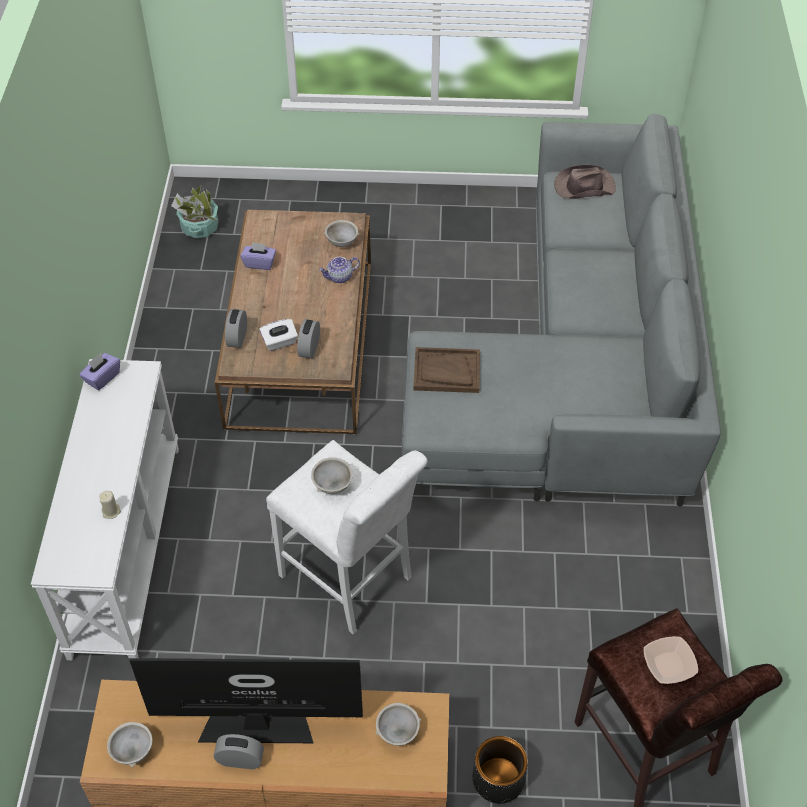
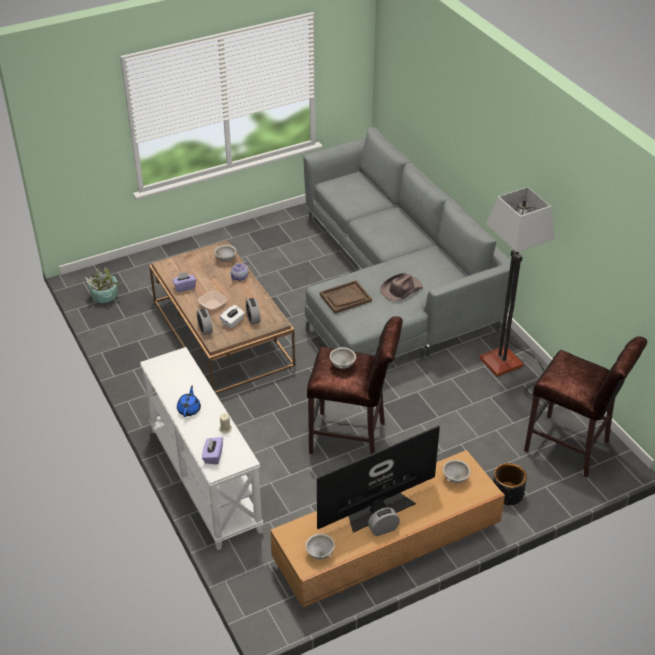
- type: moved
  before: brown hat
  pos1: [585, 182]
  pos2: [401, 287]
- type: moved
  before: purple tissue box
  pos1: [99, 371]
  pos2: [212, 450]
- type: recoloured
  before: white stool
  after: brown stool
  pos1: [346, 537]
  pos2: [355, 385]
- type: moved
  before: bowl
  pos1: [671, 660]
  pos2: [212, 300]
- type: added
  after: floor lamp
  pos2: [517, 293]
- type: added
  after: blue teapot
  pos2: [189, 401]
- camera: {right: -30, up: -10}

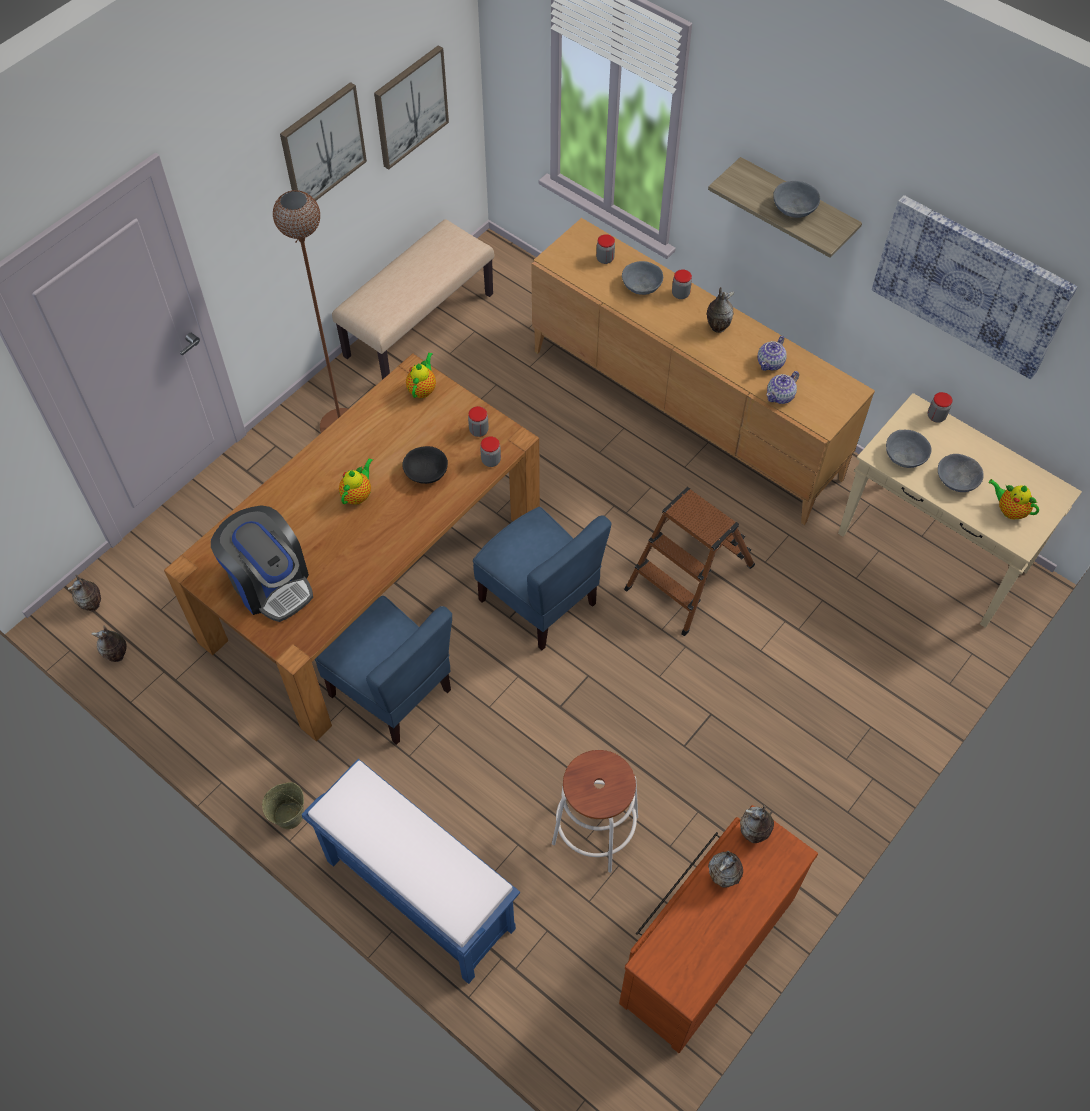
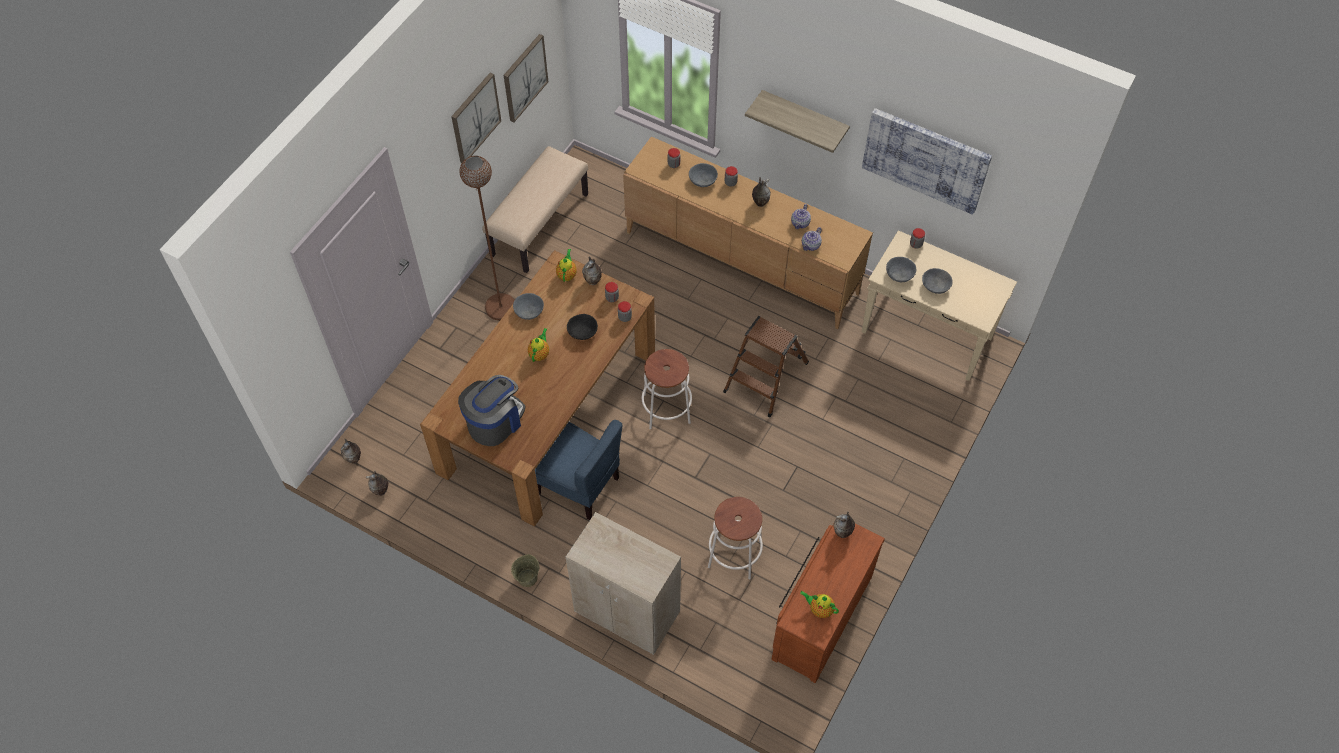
- type: moved
  before: grey bowl
  pos1: [796, 199]
  pos2: [528, 306]
- type: moved
  before: teapot
  pos1: [1013, 499]
  pos2: [819, 604]
- type: turned
  before: coffee machine
  pos1: [262, 563]
  pos2: [491, 410]
  turn: -90
- type: replaced
  before: blue chair
  after: white stool
  pos1: [542, 578]
  pos2: [667, 389]
- type: replaced
  before: blue bench
  after: beige cabinet
  pos1: [410, 871]
  pos2: [623, 583]
- type: moved
  before: vase
  pos1: [725, 869]
  pos2: [592, 270]
- camera: {right: -10, up: 0}

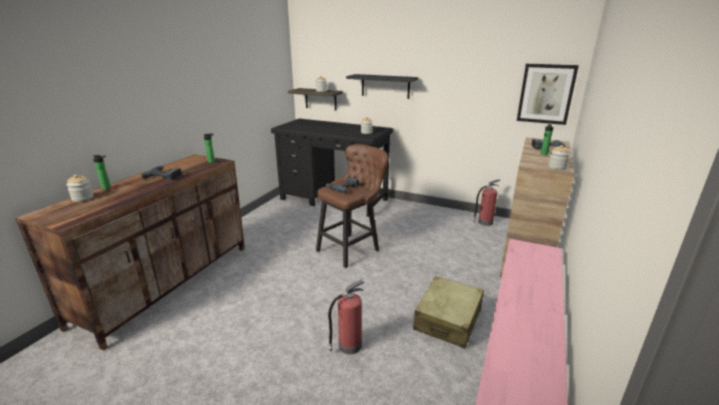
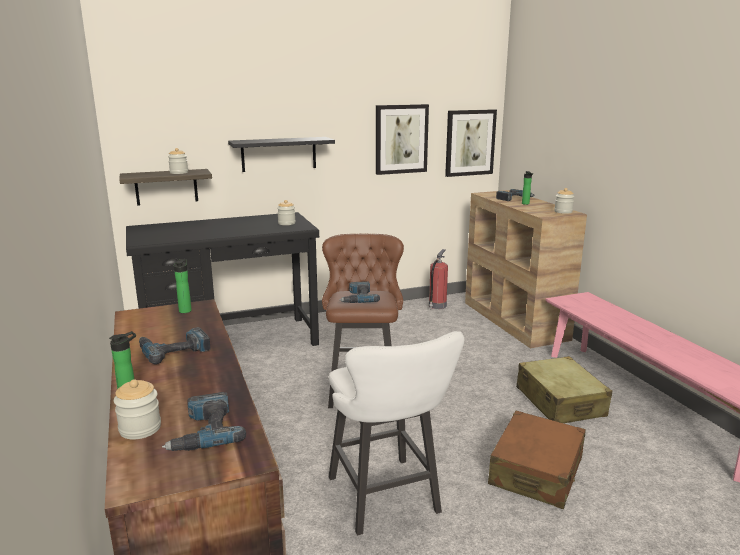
- type: replaced
  before: fire extinguisher
  after: brown suitcase
  pos1: [346, 317]
  pos2: [537, 460]
- type: added
  after: picture
  pos2: [402, 139]
- type: added
  after: white stool
  pos2: [396, 433]
- type: added
  after: power drill
  pos2: [204, 421]
- camera: {right: -45, up: -5}

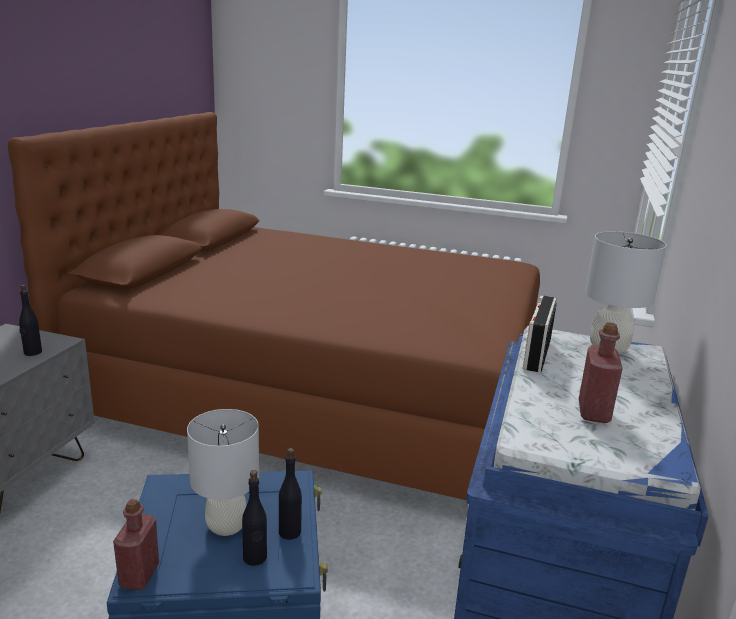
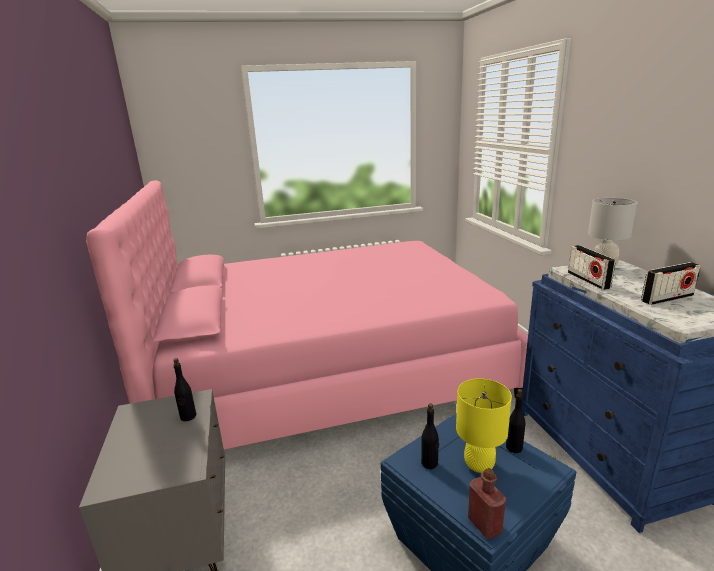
- type: recoloured
  before: brown bed
  after: pink bed
  pos1: [274, 306]
  pos2: [307, 314]
- type: replaced
  before: red bottle
  after: radio
  pos1: [601, 372]
  pos2: [671, 283]
- type: recoloured
  before: grey table lamp
  after: yellow table lamp
  pos1: [223, 472]
  pos2: [484, 425]
- type: moved
  before: black bottle
  pos1: [254, 518]
  pos2: [430, 436]
- camera: {right: -30, up: 0}

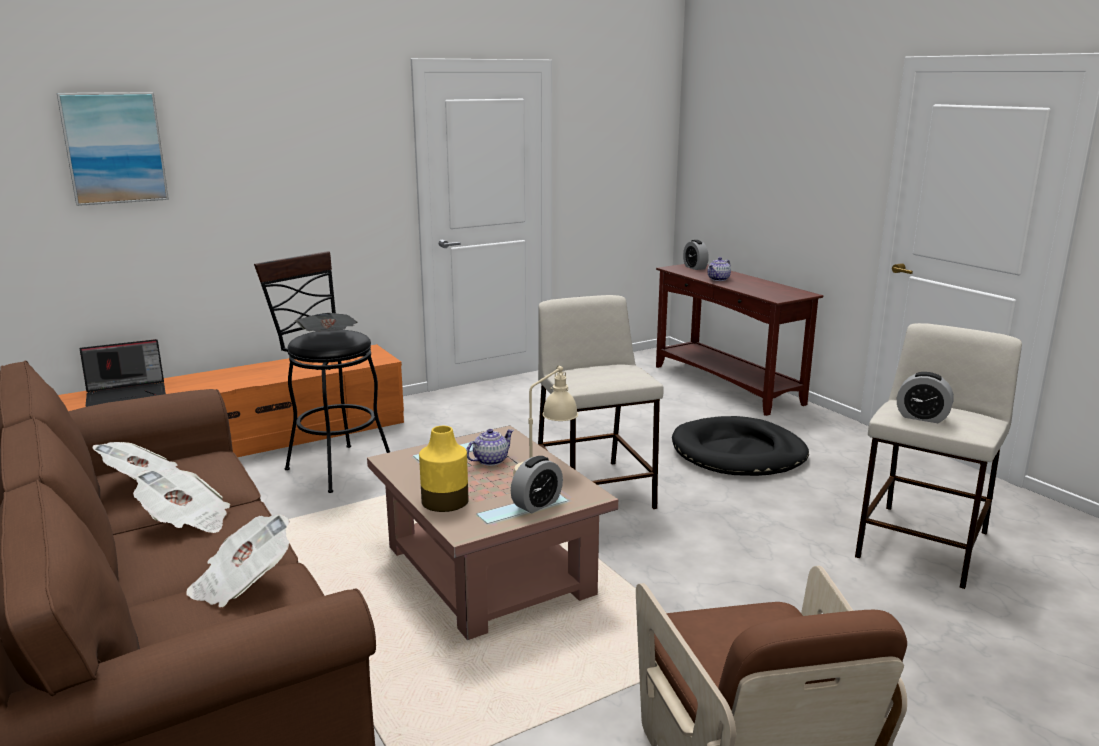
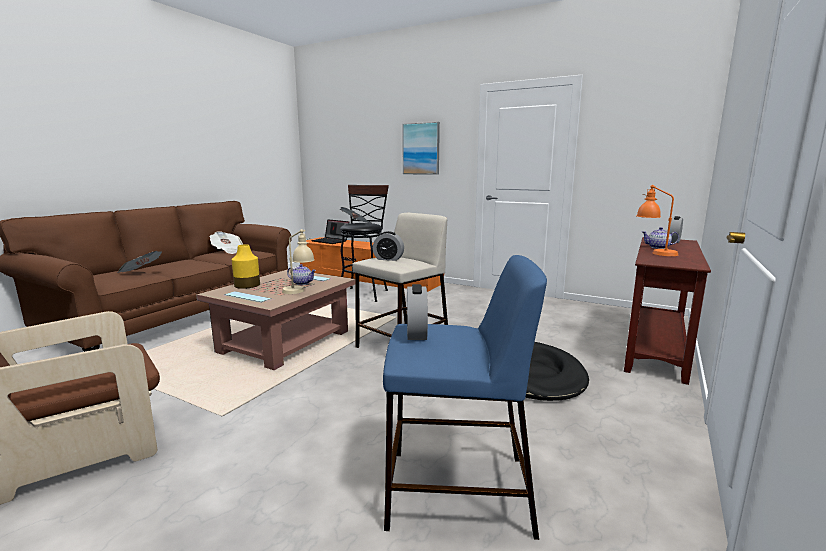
- type: moved
  before: picture
  pos1: [113, 149]
  pos2: [421, 148]
- type: recoloured
  before: beige stool
  after: blue stool
  pos1: [938, 456]
  pos2: [465, 397]
- type: moved
  before: alarm clock
  pos1: [537, 484]
  pos2: [388, 246]
- type: removed
  before: newspaper
  pos1: [181, 501]
- type: added
  after: orange table lamp
  pos2: [657, 220]
- camera: {right: 60, up: -5}

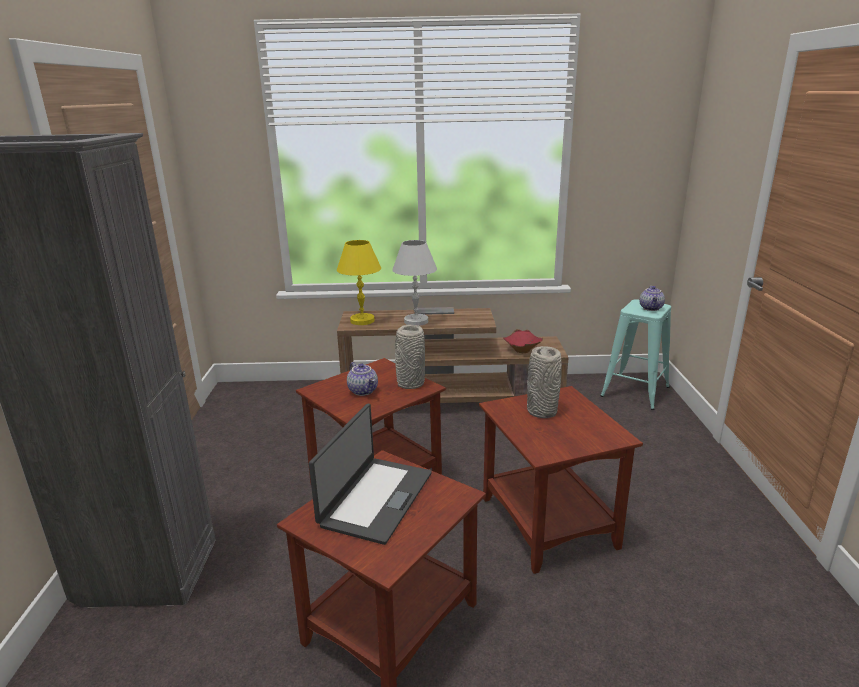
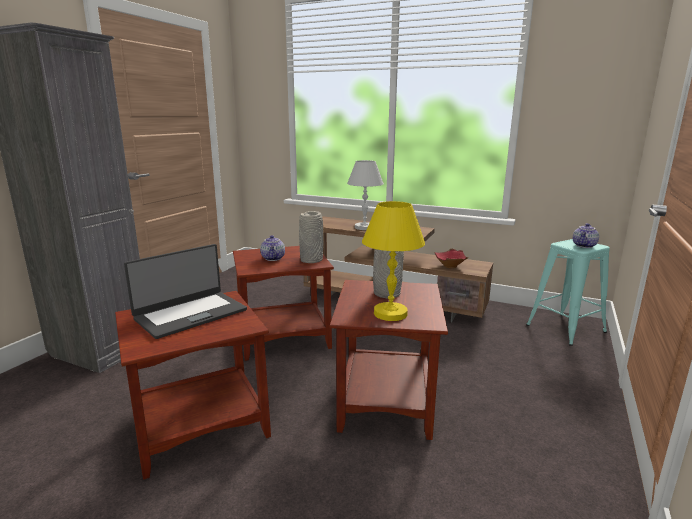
- type: moved
  before: yellow table lamp
  pos1: [359, 282]
  pos2: [393, 261]
- camera: {right: 25, up: -5}

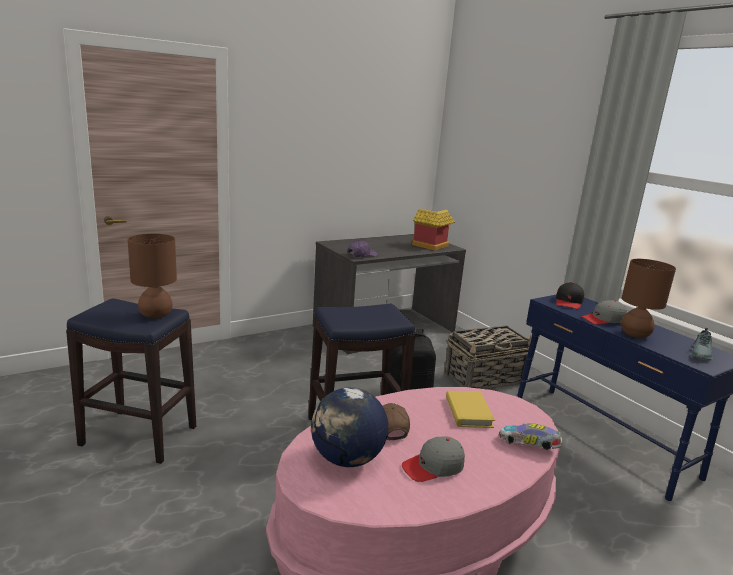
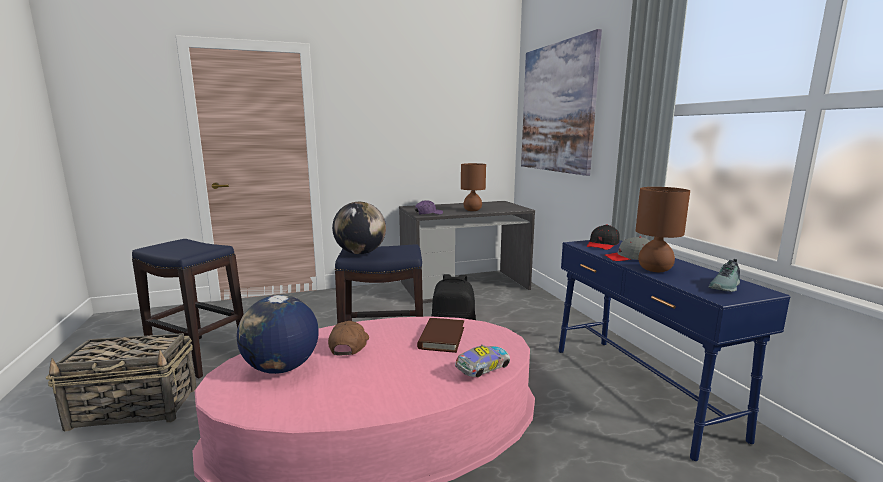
- type: removed
  before: toy house
  pos1: [433, 229]
- type: moved
  before: brown table lamp
  pos1: [152, 275]
  pos2: [473, 187]
- type: moved
  before: basket
  pos1: [488, 357]
  pos2: [121, 382]
- type: recoloured
  before: yellow book
  after: brown book
  pos1: [470, 409]
  pos2: [440, 335]
- type: turned
  before: toy car
  pos1: [530, 436]
  pos2: [482, 361]
  turn: 105
- type: removed
  before: grey cap
  pos1: [433, 459]
- type: added
  after: picture
  pos2: [561, 102]
- type: added
  after: globe
  pos2: [359, 228]
- camera: {right: 15, up: -5}

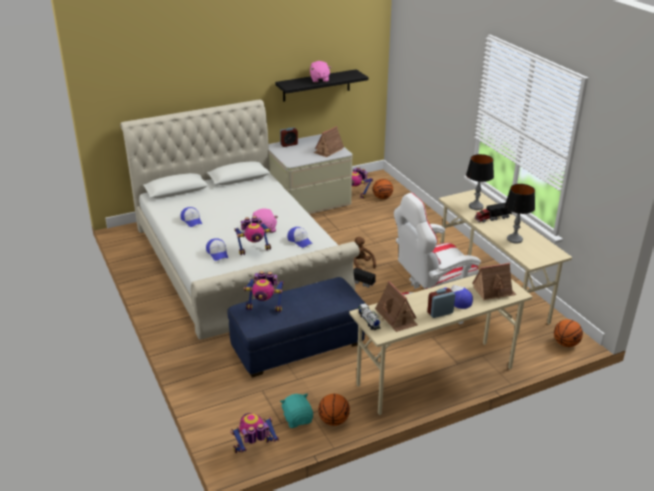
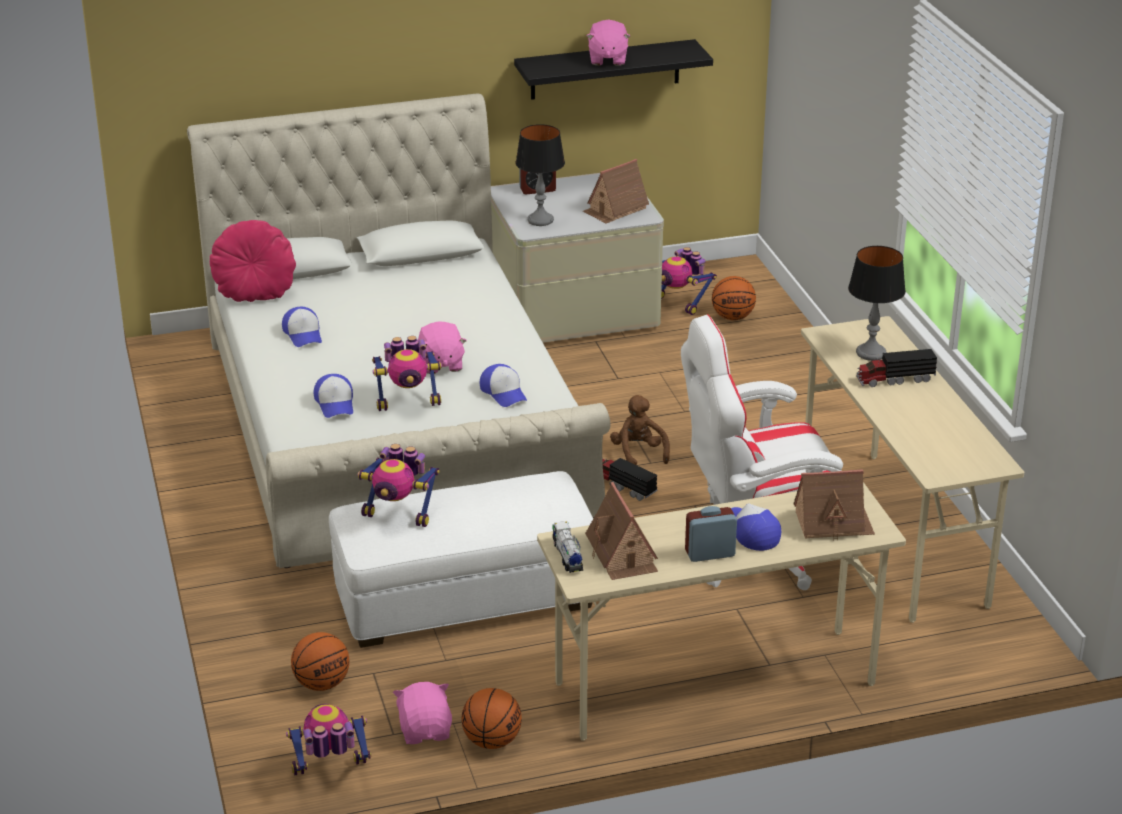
- type: moved
  before: table lamp
  pos1: [520, 213]
  pos2: [540, 175]
- type: recoloured
  before: blue ottoman
  after: white ottoman
  pos1: [296, 327]
  pos2: [461, 559]
- type: moved
  before: basketball
  pos1: [568, 333]
  pos2: [320, 661]
- type: recoloured
  before: turquoise plush toy
  after: pink plush toy
  pos1: [296, 410]
  pos2: [422, 713]
- type: added
  after: pink pillow
  pos2: [253, 261]
- camera: {right: 10, up: 0}

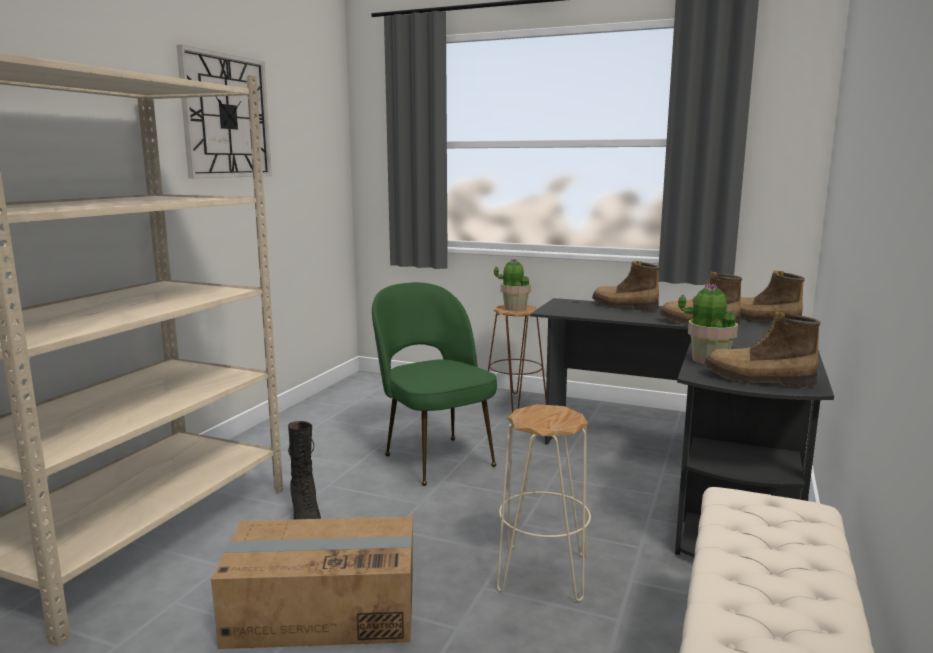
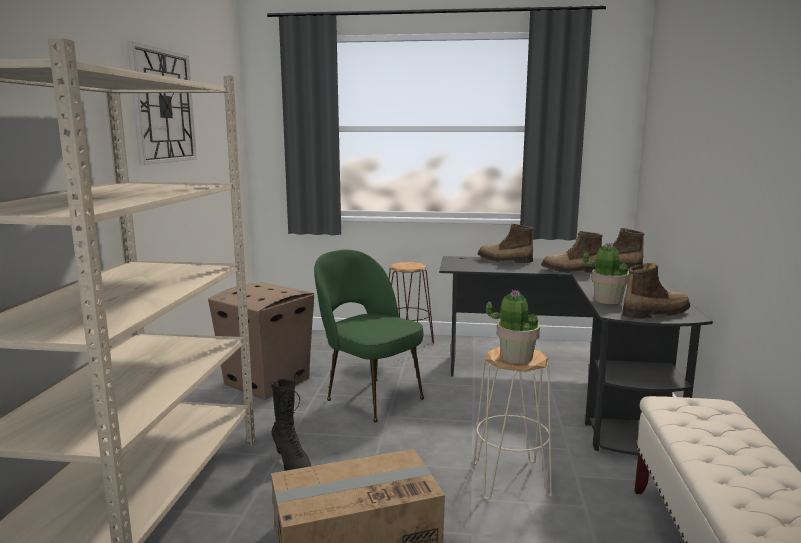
- type: moved
  before: potted plant
  pos1: [512, 284]
  pos2: [513, 327]
- type: turned
  before: boot
  pos1: [762, 349]
  pos2: [656, 291]
  turn: 150
- type: added
  after: cardboard box
  pos2: [261, 341]
- camera: {right: -15, up: 0}

